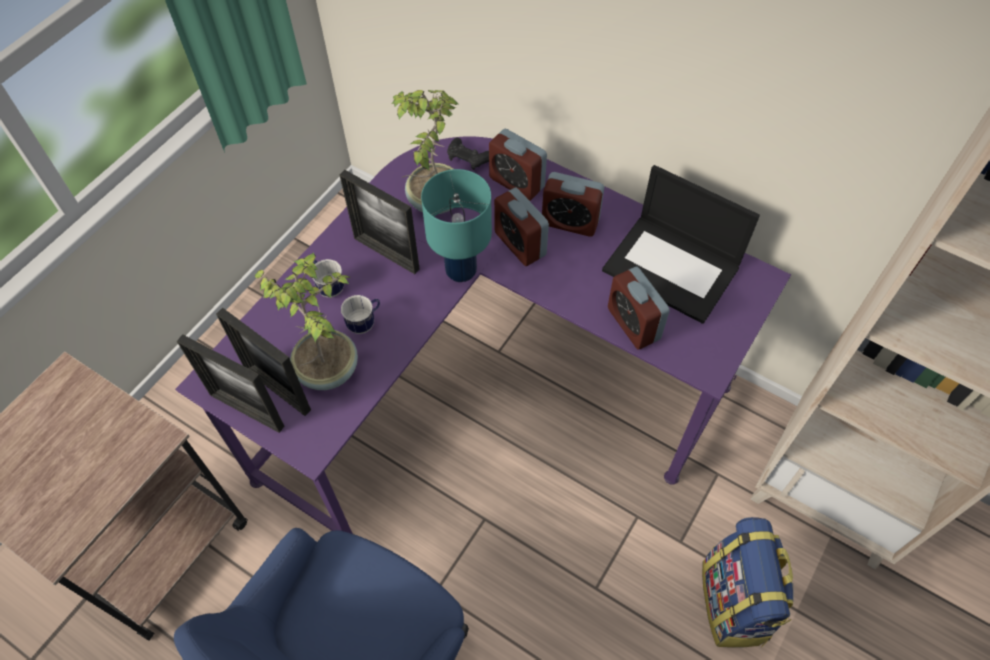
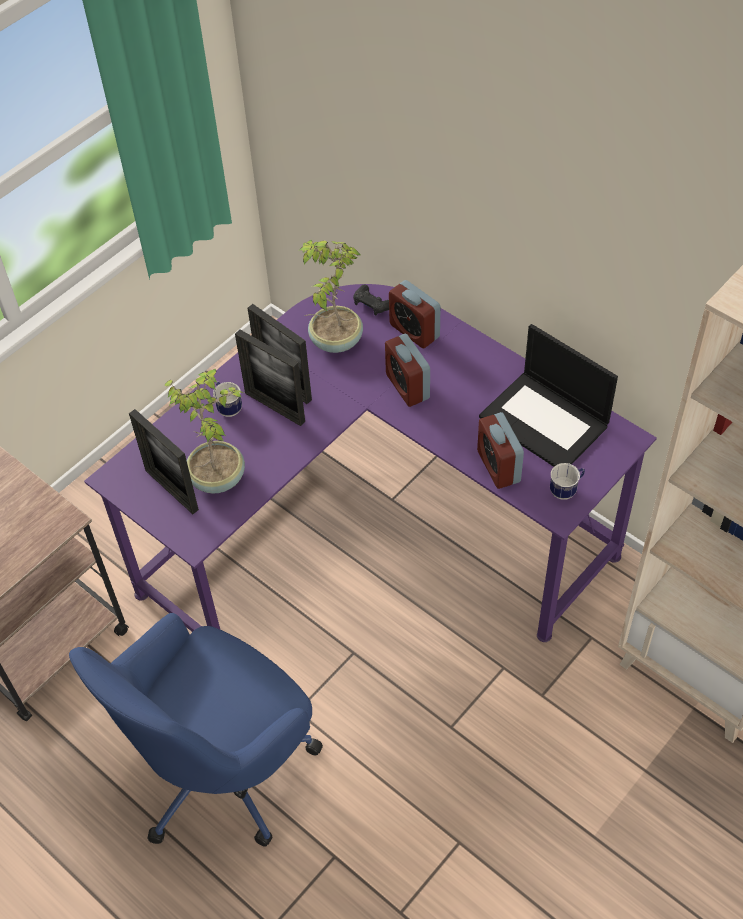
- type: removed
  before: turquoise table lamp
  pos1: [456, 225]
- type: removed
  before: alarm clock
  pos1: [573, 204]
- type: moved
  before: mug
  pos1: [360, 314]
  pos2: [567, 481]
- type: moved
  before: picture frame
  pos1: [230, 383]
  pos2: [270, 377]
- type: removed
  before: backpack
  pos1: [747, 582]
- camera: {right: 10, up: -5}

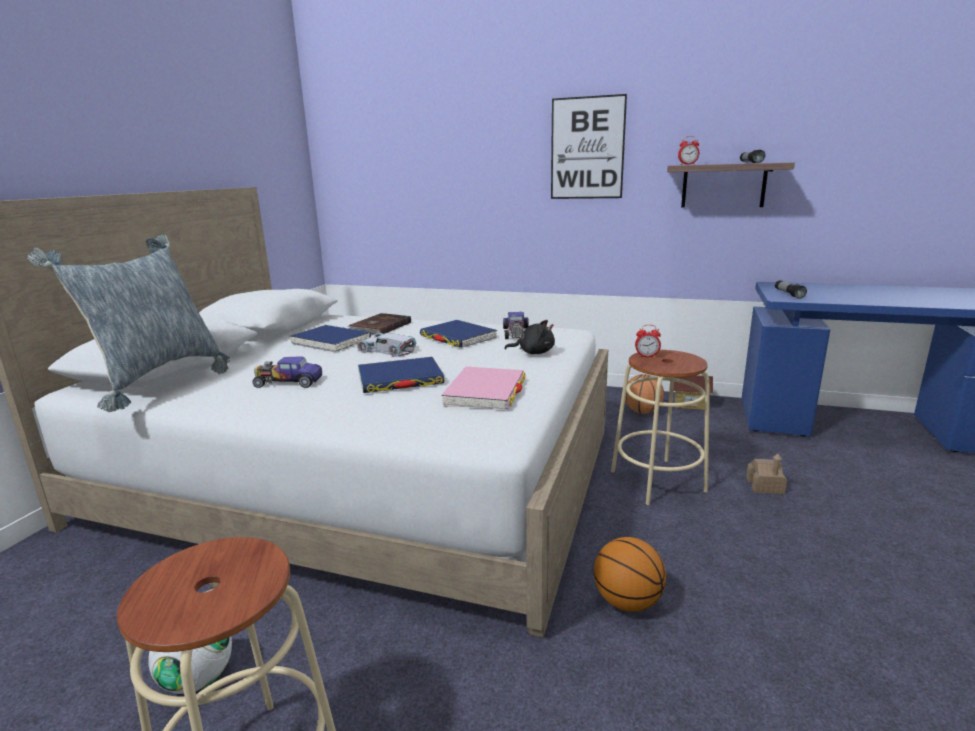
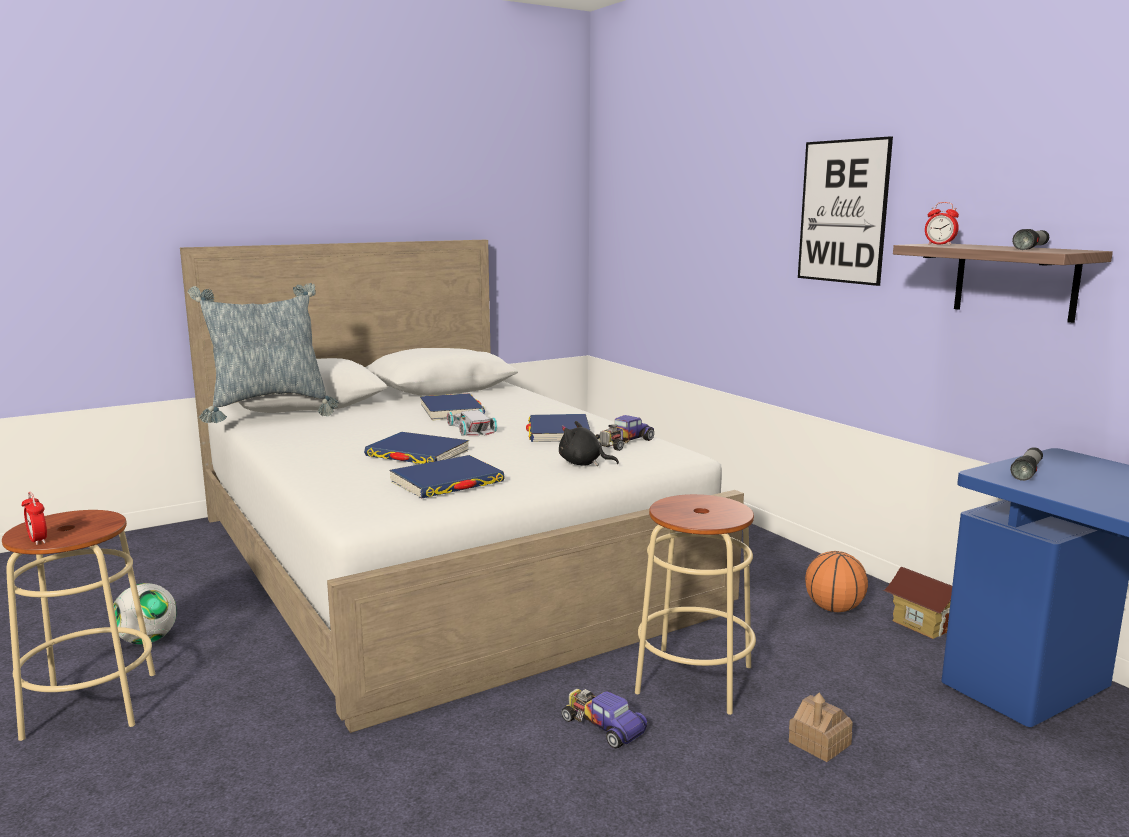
- type: removed
  before: brown book
  pos1: [379, 324]
- type: turned
  before: black plush toy
  pos1: [530, 337]
  pos2: [589, 443]
  turn: 150
- type: moved
  before: alarm clock
  pos1: [648, 341]
  pos2: [34, 518]
- type: moved
  before: toy car
  pos1: [287, 372]
  pos2: [604, 718]
- type: recoloured
  before: pink book
  after: blue book
  pos1: [483, 388]
  pos2: [447, 477]
- type: removed
  before: basketball
  pos1: [630, 574]
- camera: {right: 40, up: -5}

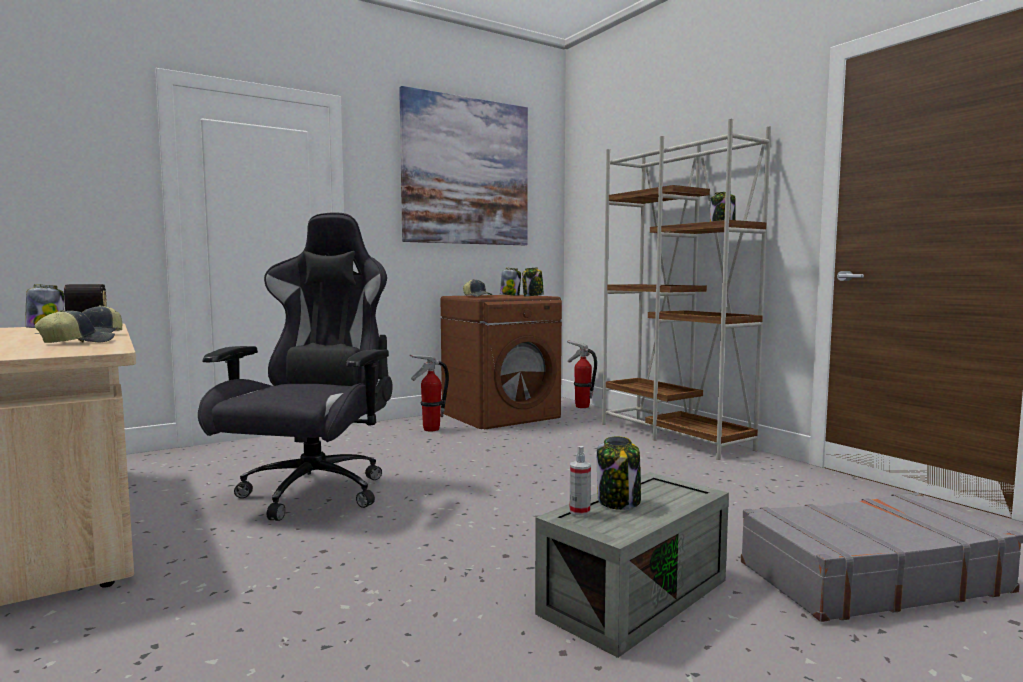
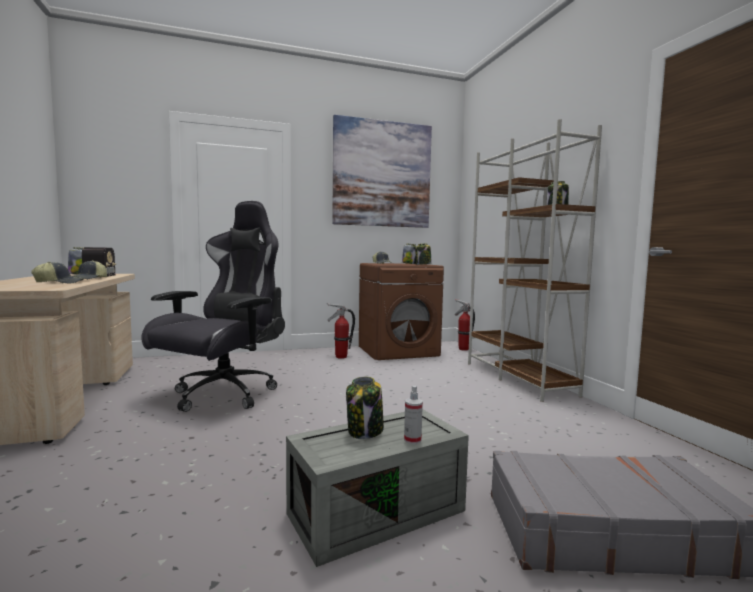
- type: moved
  before: spray bottle
  pos1: [580, 481]
  pos2: [413, 415]
- camera: {right: 15, up: 0}

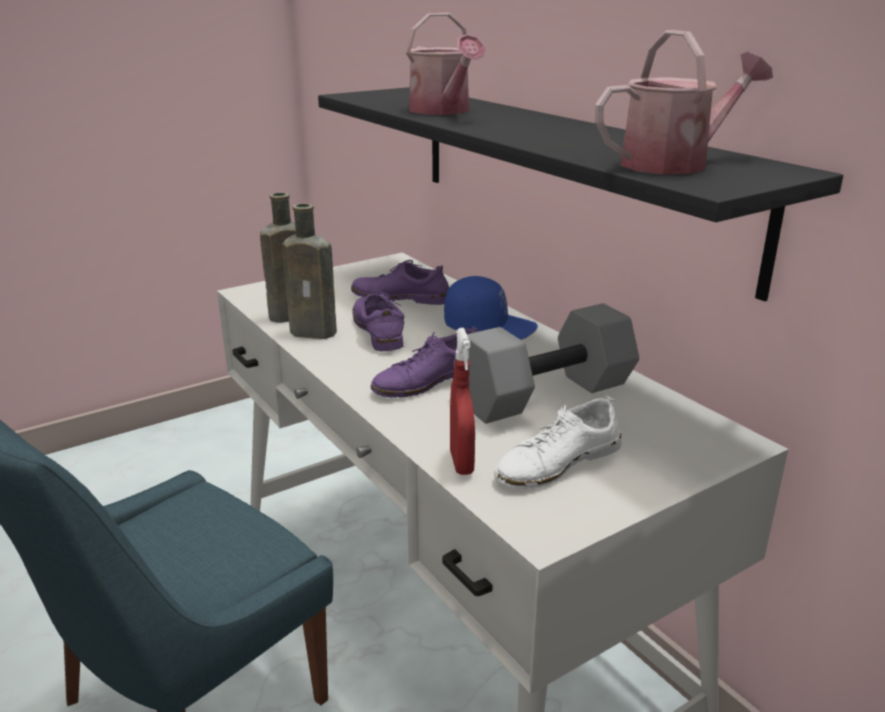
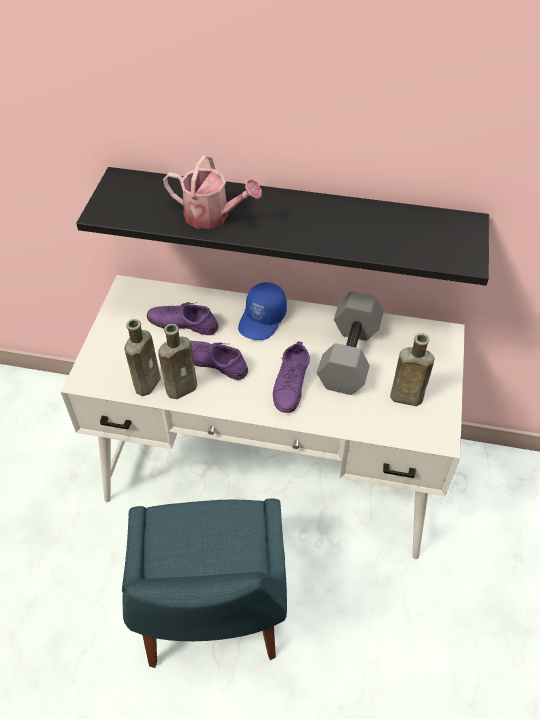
- type: removed
  before: watering can
  pos1: [684, 102]
- type: turned
  before: purple shoe
  pos1: [400, 282]
  pos2: [183, 318]
  turn: 45
- type: turned
  before: blue cap
  pos1: [491, 308]
  pos2: [262, 311]
  turn: 150
- type: removed
  before: red spray bottle
  pos1: [462, 401]
- type: replaced
  before: white shoe
  after: brown bottle
  pos1: [557, 442]
  pos2: [412, 369]
- camera: {right: -45, up: 25}

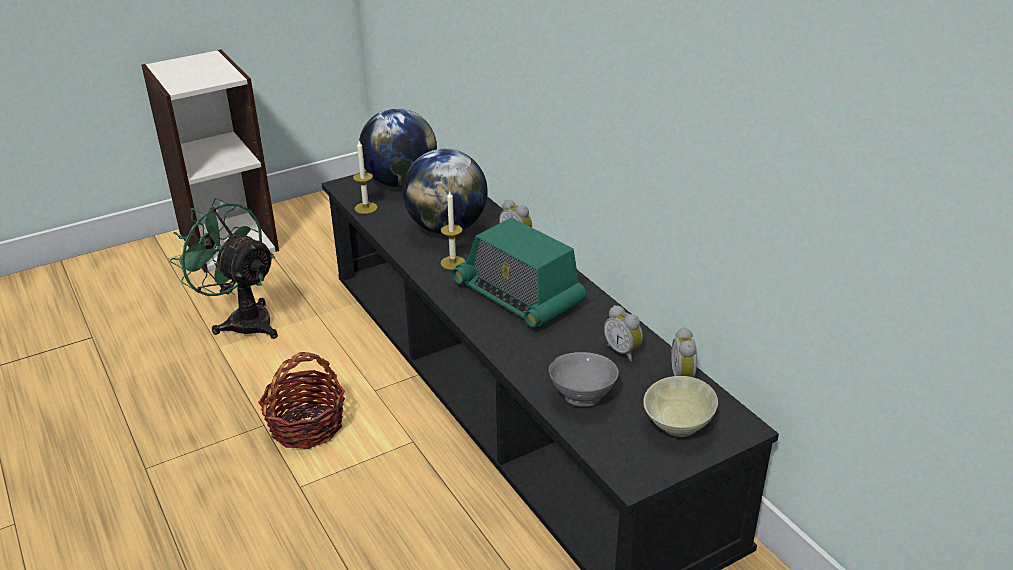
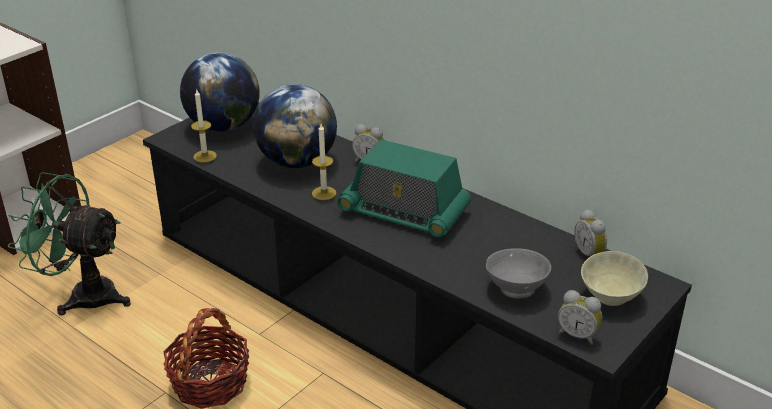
- type: moved
  before: alarm clock
  pos1: [623, 333]
  pos2: [580, 317]
- camera: {right: -20, up: 0}

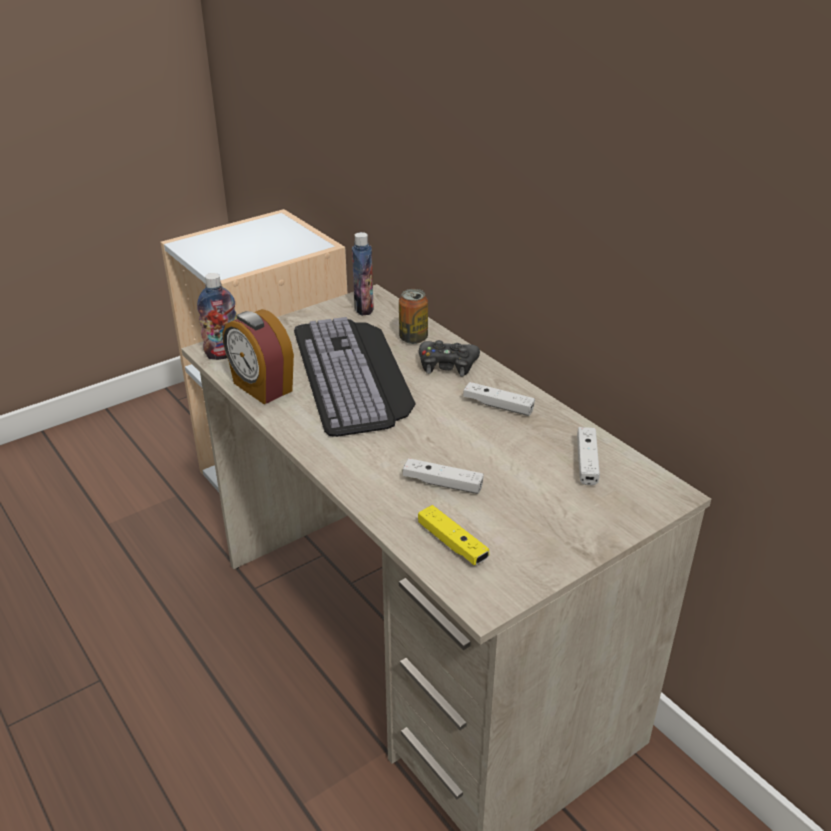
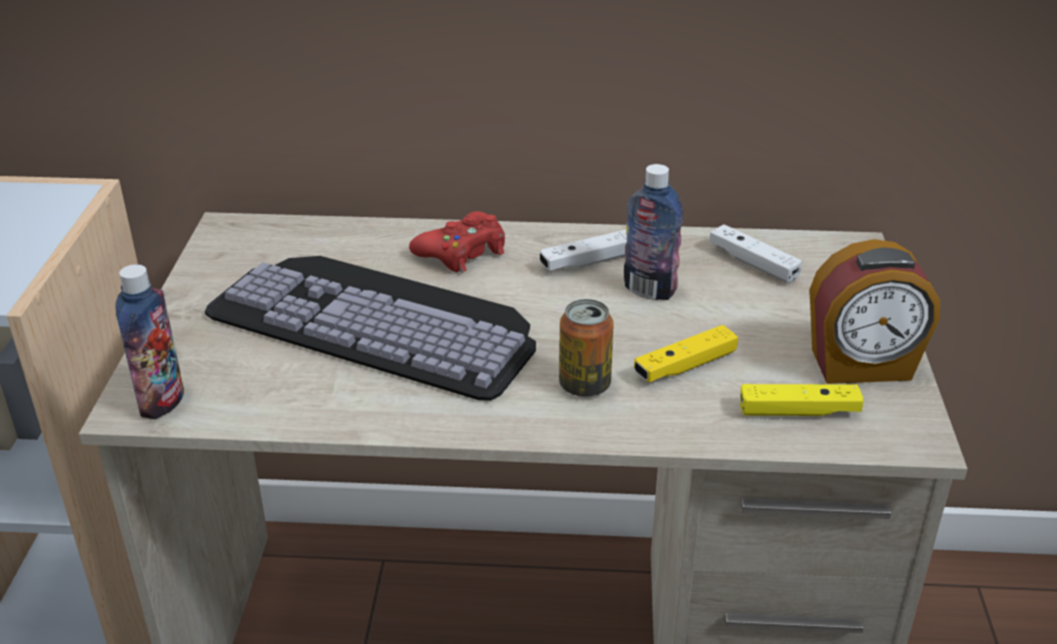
- type: moved
  before: bottle
  pos1: [363, 274]
  pos2: [653, 232]
- type: moved
  before: can
  pos1: [413, 316]
  pos2: [586, 348]
- type: moved
  before: alarm clock
  pos1: [258, 356]
  pos2: [874, 311]
- type: recoloured
  before: black game controller
  after: red game controller
  pos1: [449, 358]
  pos2: [457, 241]
- type: recoloured
  before: white game controller
  after: yellow game controller
  pos1: [443, 476]
  pos2: [686, 353]
- camera: {right: -50, up: 0}

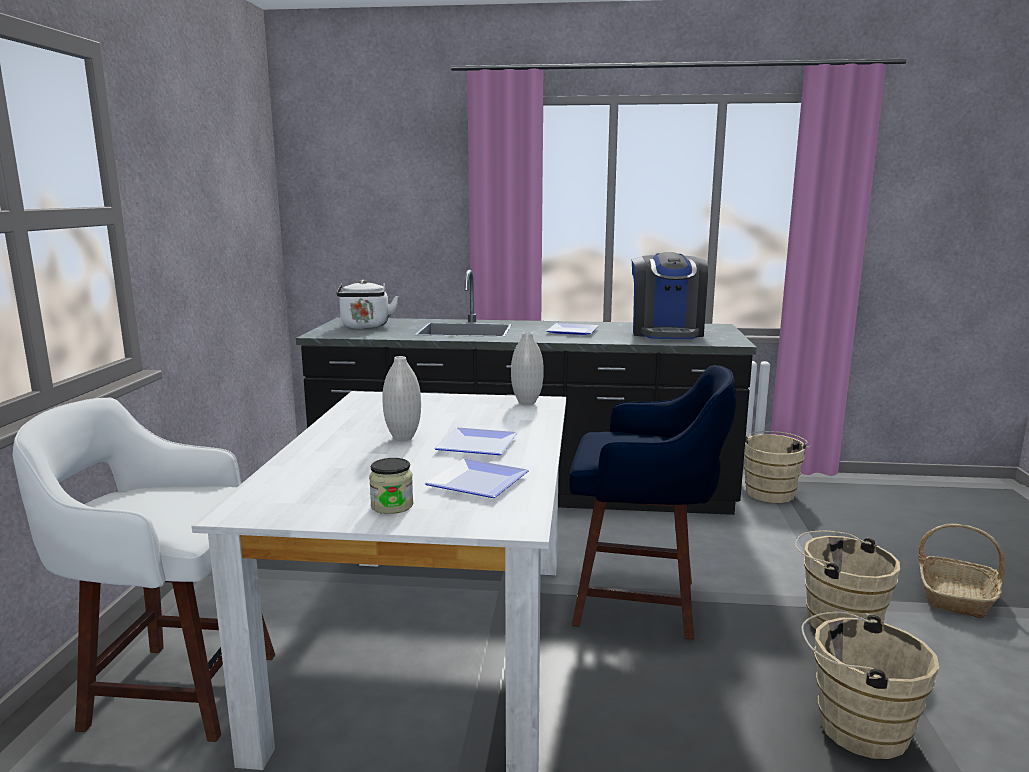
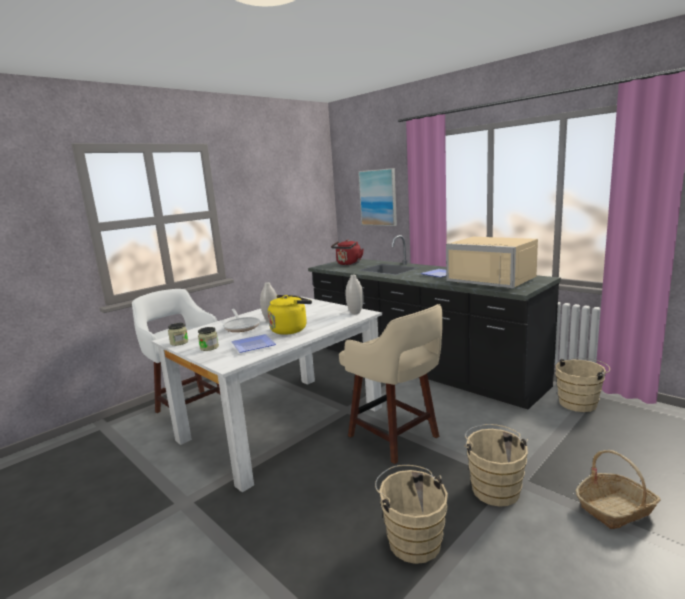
- type: replaced
  before: coffee machine
  after: beige microwave
  pos1: [670, 295]
  pos2: [492, 262]
- type: recoloured
  before: white kettle
  after: red kettle
  pos1: [368, 304]
  pos2: [347, 252]
- type: recoloured
  before: blue stool
  after: beige stool
  pos1: [652, 502]
  pos2: [391, 384]
- type: replaced
  before: plate
  after: yellow kettle
  pos1: [476, 441]
  pos2: [290, 315]
- type: added
  after: picture
  pos2: [377, 197]
- type: added
  after: frying pan
  pos2: [241, 320]
- type: added
  after: jar
  pos2: [178, 334]
- camera: {right: 40, up: 0}

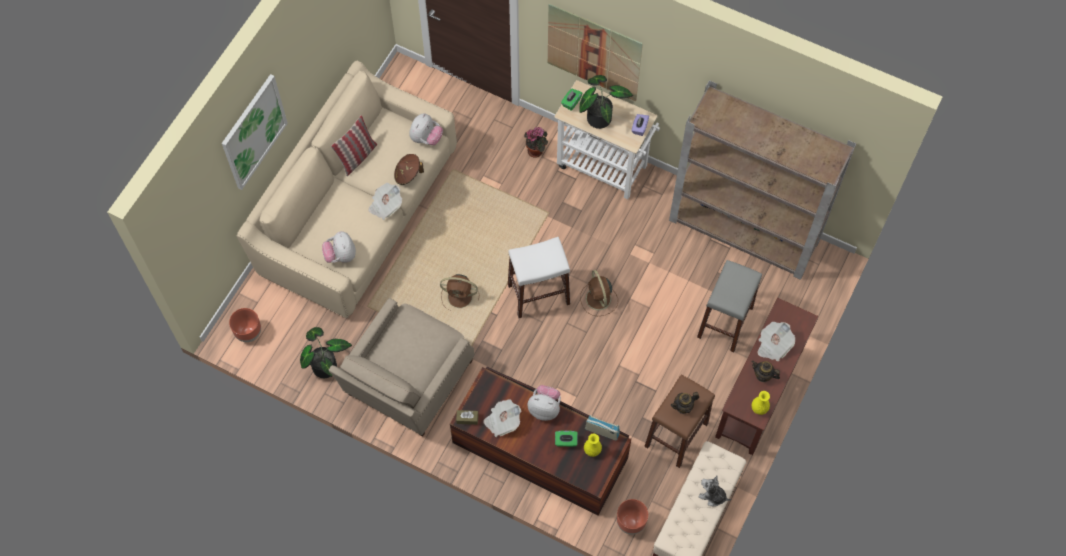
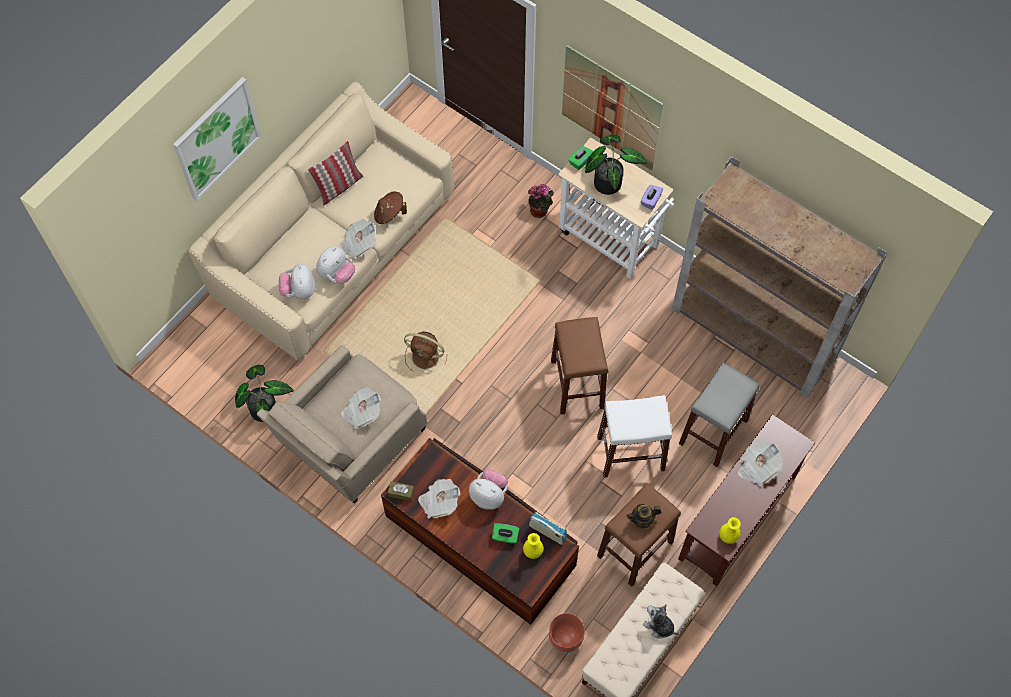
- type: moved
  before: plush toy
  pos1: [426, 129]
  pos2: [335, 265]
- type: moved
  before: white stool
  pos1: [539, 277]
  pos2: [634, 436]
- type: replaced
  before: brown fan
  after: brown stool
  pos1: [599, 293]
  pos2: [579, 366]
- type: removed
  before: brown planter
  pos1: [245, 325]
- type: removed
  before: teapot
  pos1: [766, 371]
- type: added
  after: newspaper
  pos2: [361, 408]
- camera: {right: 10, up: 0}

